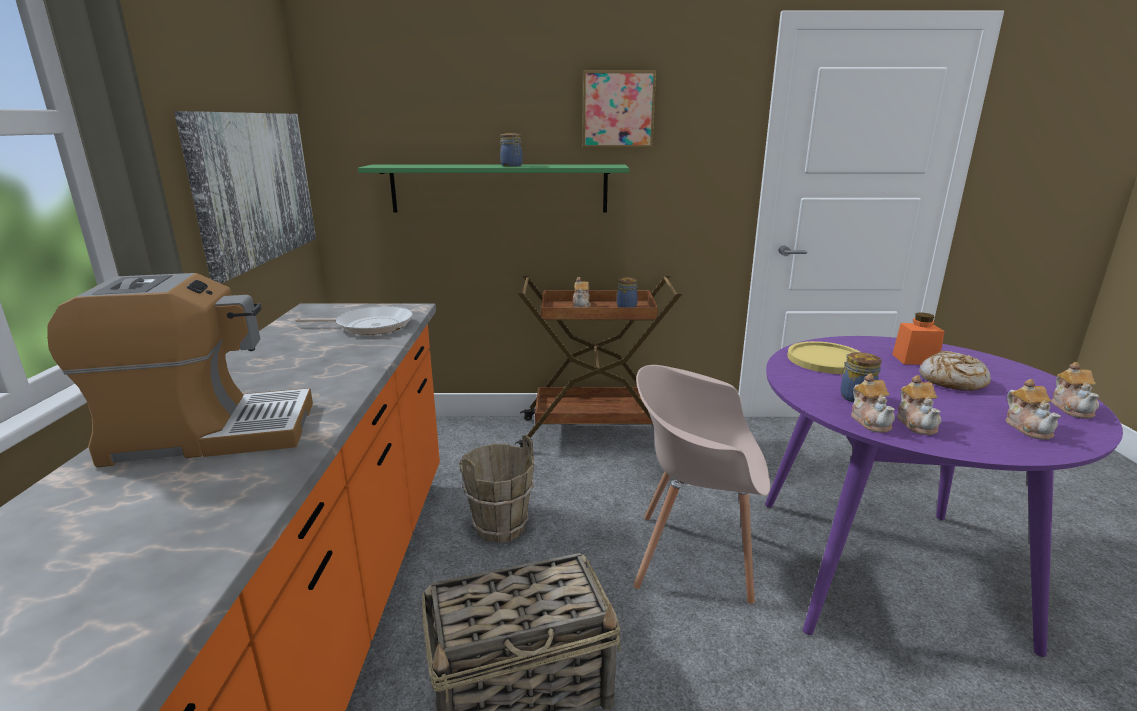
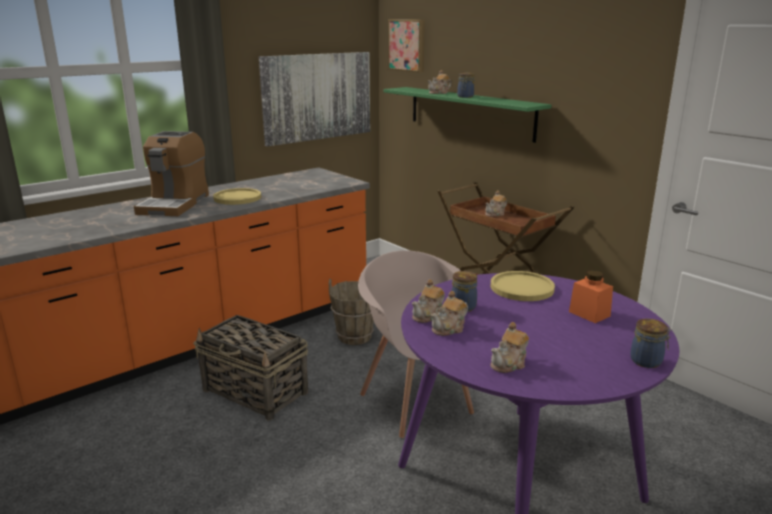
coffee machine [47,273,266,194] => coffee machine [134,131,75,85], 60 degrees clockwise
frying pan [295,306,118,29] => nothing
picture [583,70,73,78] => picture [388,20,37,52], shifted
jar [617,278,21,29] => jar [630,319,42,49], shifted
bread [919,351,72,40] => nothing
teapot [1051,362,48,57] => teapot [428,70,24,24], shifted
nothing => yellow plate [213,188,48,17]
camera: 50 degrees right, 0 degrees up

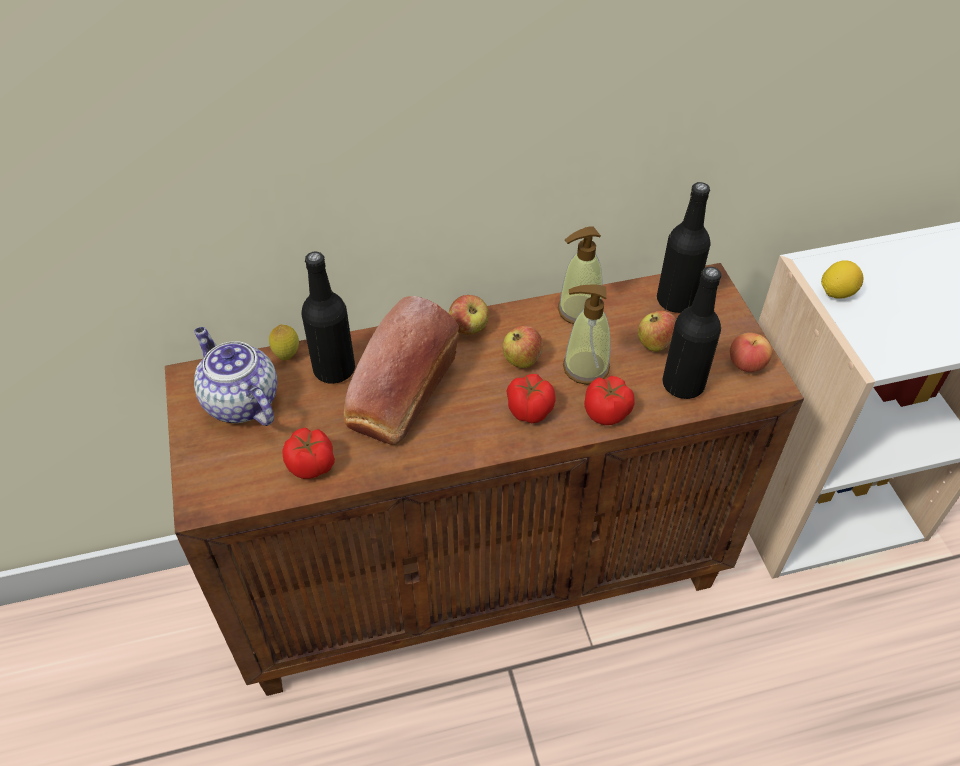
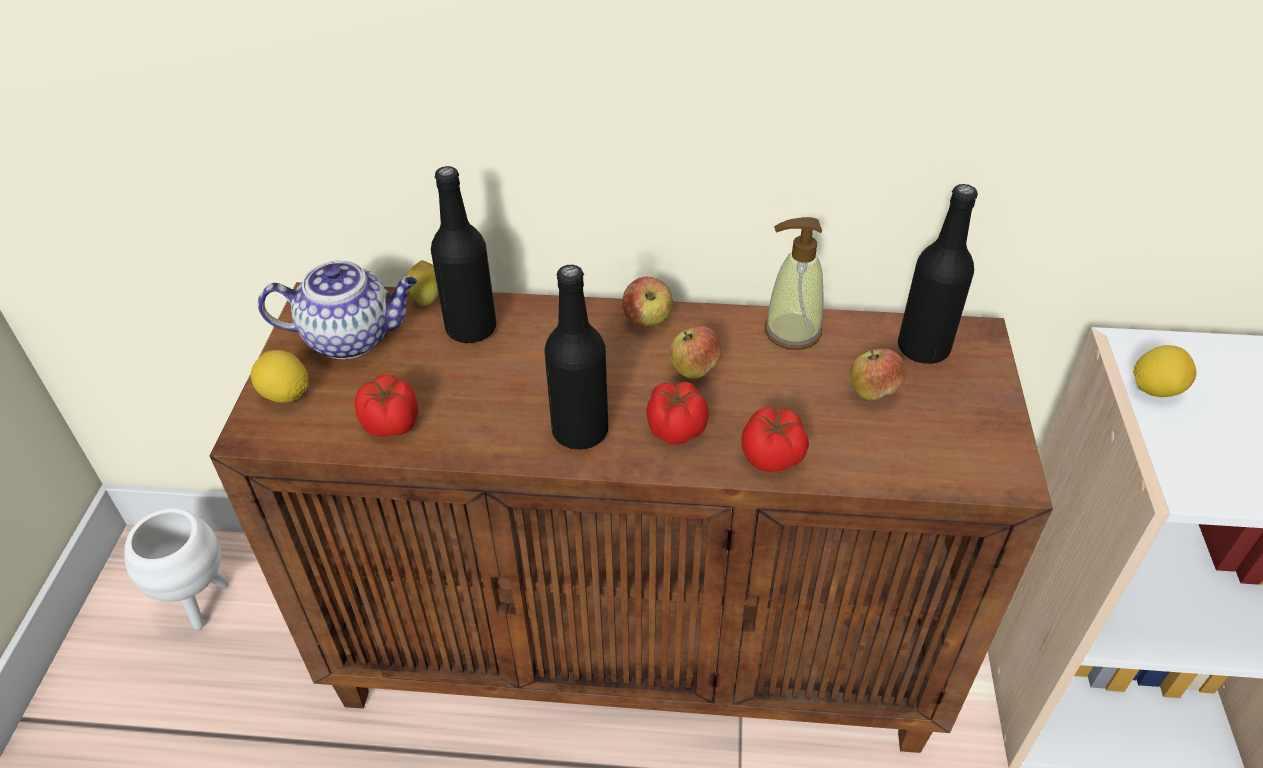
teapot [194,327,83,99] => teapot [258,261,159,98], 105 degrees clockwise
bread [344,296,115,149] => nothing
soap dispenser [563,284,48,101] => nothing
black bottle [662,267,59,132] => black bottle [544,265,64,184], shifted
apple [730,333,42,39] => nothing
nothing => white planter [124,508,105,122]
nothing => lemon [251,350,58,53]
camera: 20 degrees right, 5 degrees down

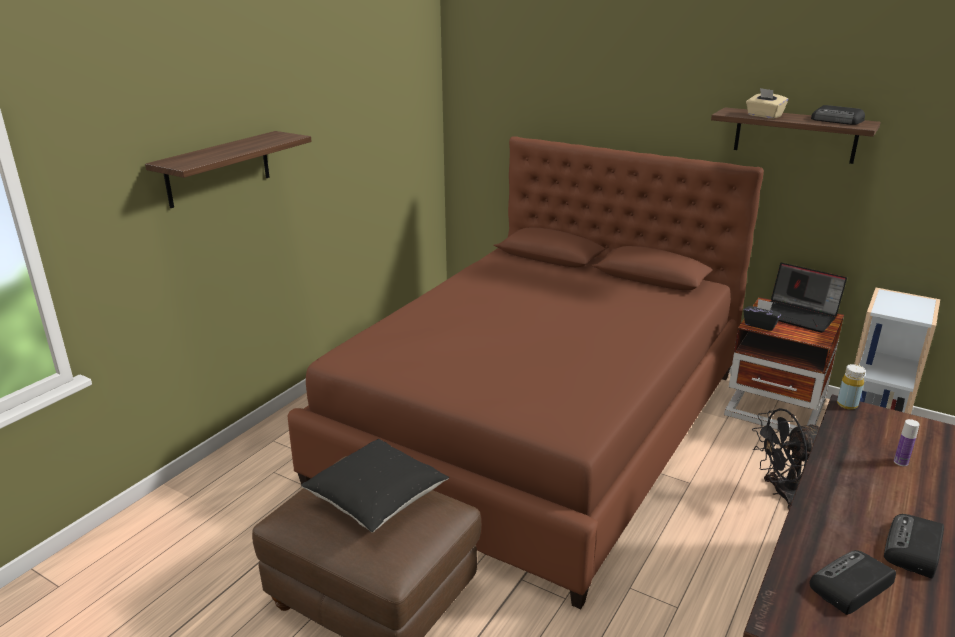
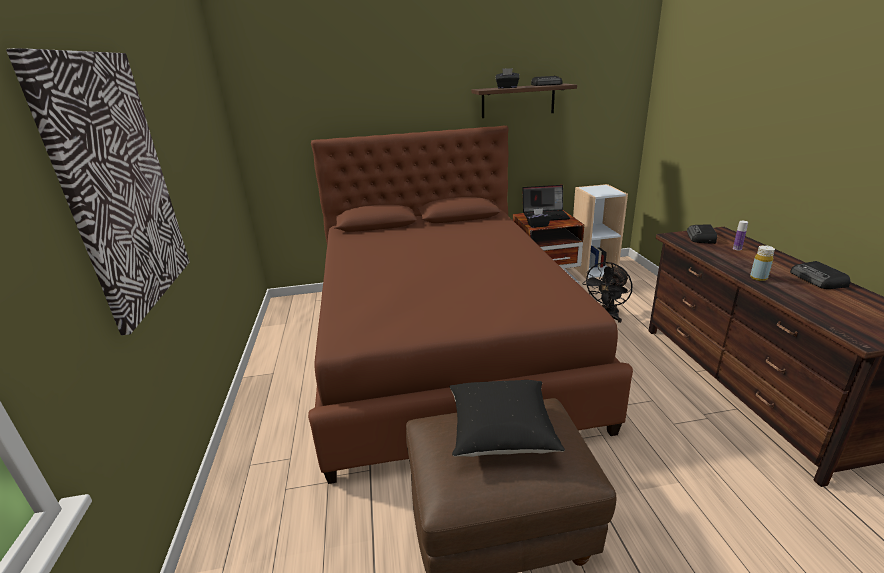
shelf [145,131,167,77] => picture [6,48,184,287]
beige tissue box [746,88,42,31] => black tissue box [496,68,23,21]
radio [809,550,87,65] => radio [687,224,30,20], shifted
yellow bottle [837,364,29,46] => yellow bottle [750,245,25,36], shifted
camera: 40 degrees left, 0 degrees up

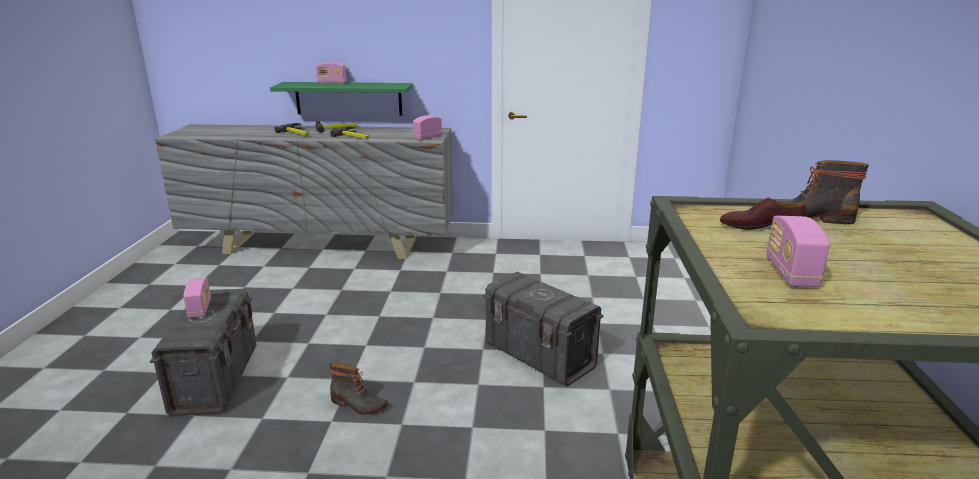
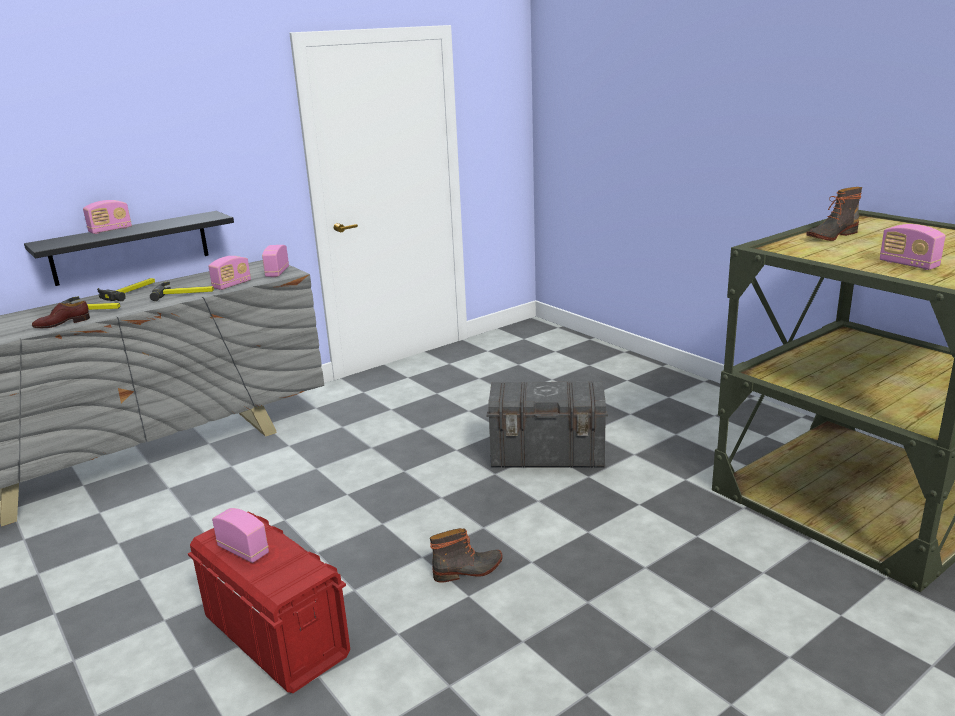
grey storage box [150,289,107,127] => red storage box [188,512,162,181]
green shelf [270,82,143,34] => black shelf [24,211,210,75]
brown shoe [720,197,85,33] => brown shoe [32,301,58,27], shifted
nothing => radio [208,256,43,34]
camera: 40 degrees left, 0 degrees up

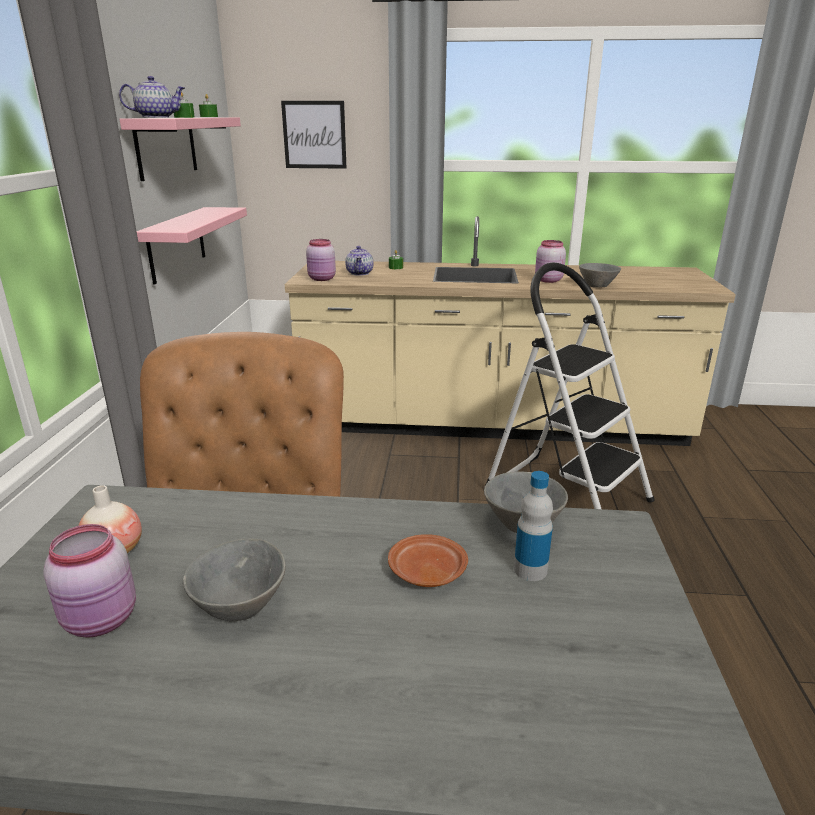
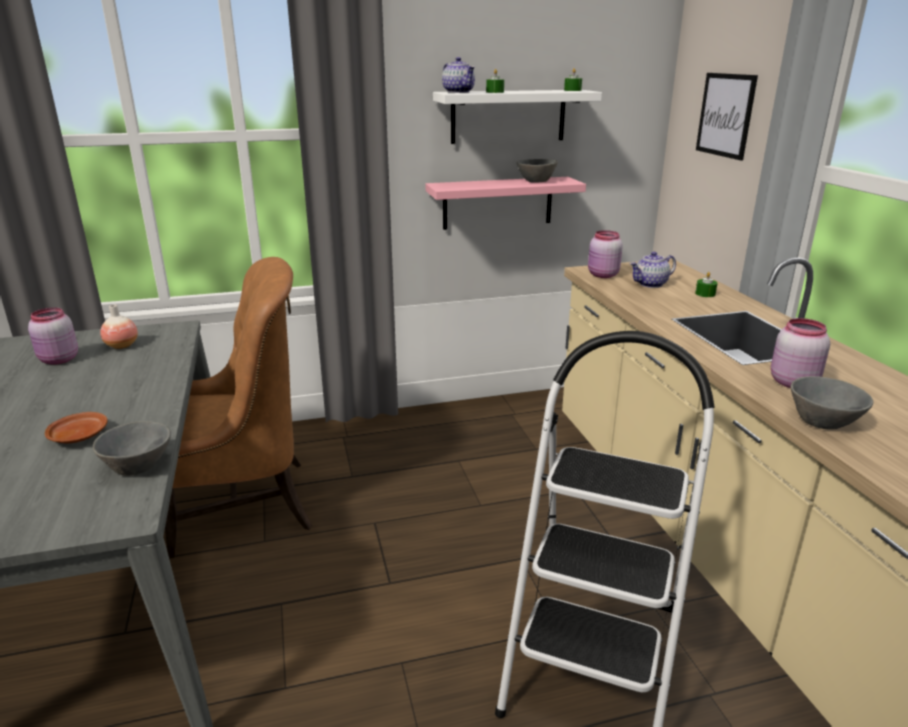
pink shelf [120,117,121,64] => white shelf [433,90,169,54]
grey bowl [183,538,103,83] => grey bowl [517,159,41,24], shifted
bottle [514,471,39,110] => nothing
camera: 70 degrees right, 0 degrees up

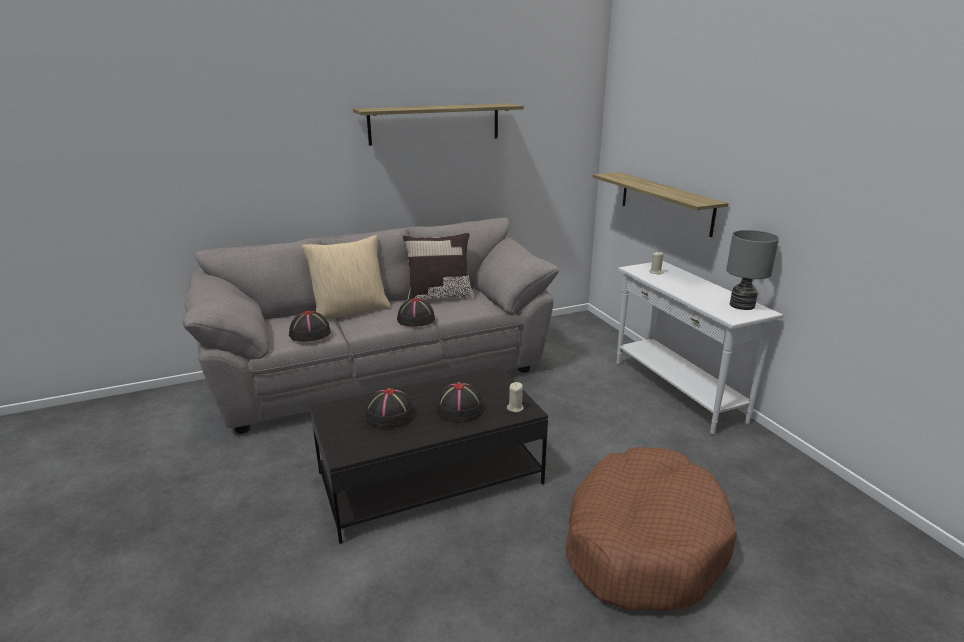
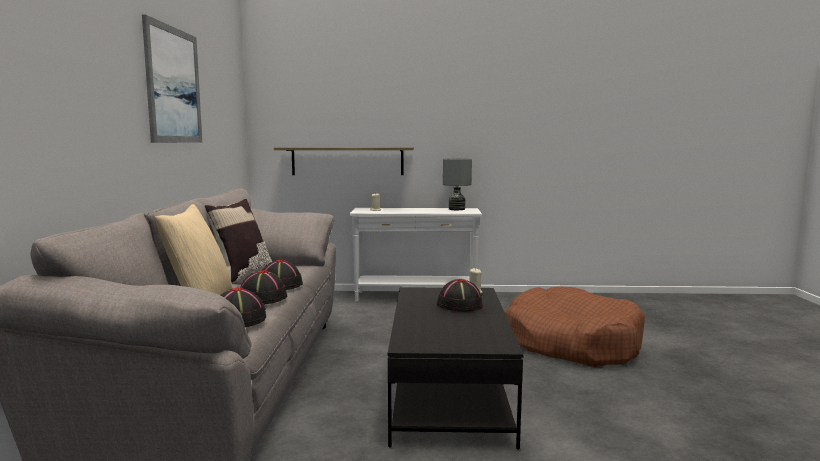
shelf [353,103,171,43] => picture [142,14,60,129]
black hat [365,388,50,40] => black hat [241,270,46,34], shifted
camera: 65 degrees left, 15 degrees down

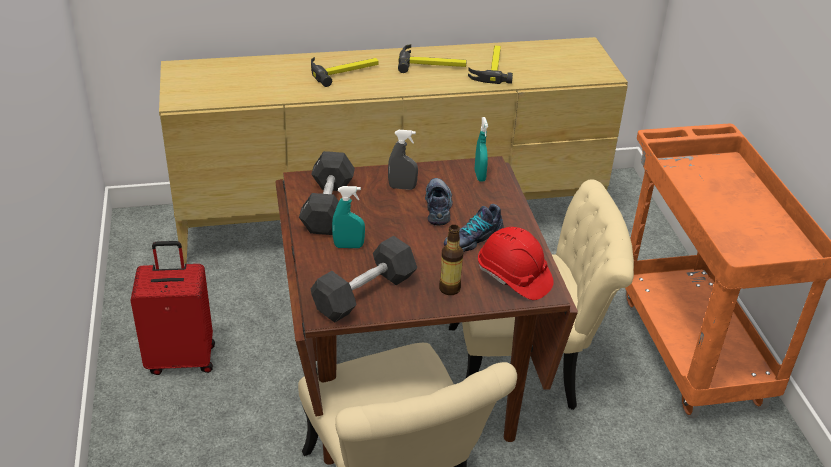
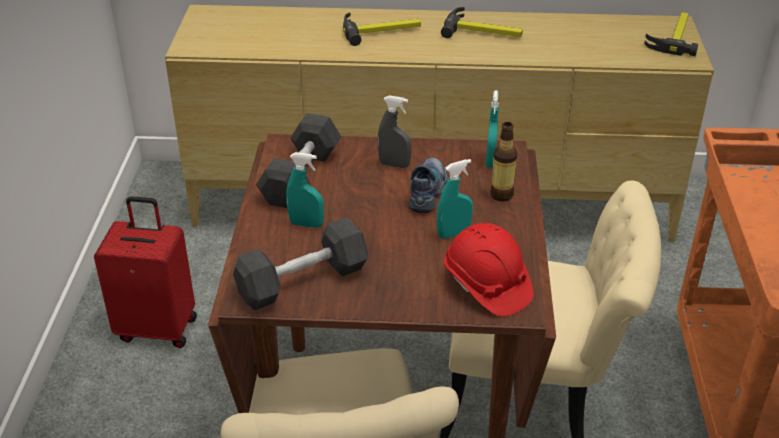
bottle [439,225,25,70] => bottle [490,122,27,80], shifted
shoe [444,204,60,48] => turquoise spray bottle [437,159,36,80]
hammer [468,46,45,38] => hammer [644,12,54,44], shifted
camera: 15 degrees right, 0 degrees up

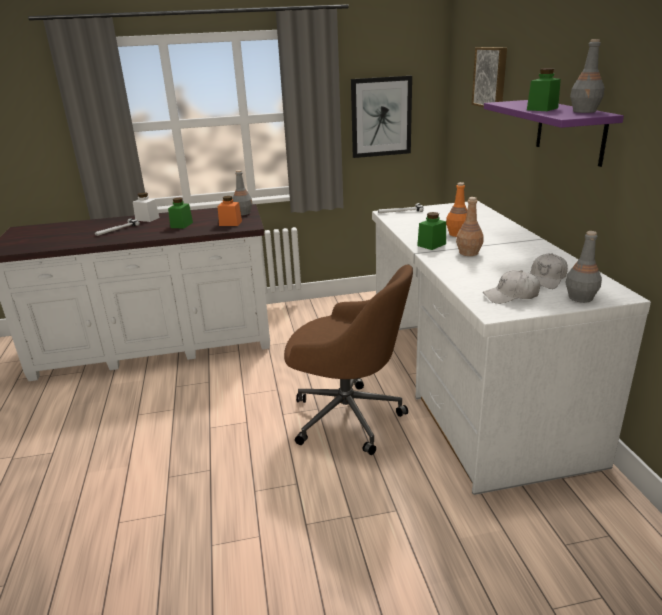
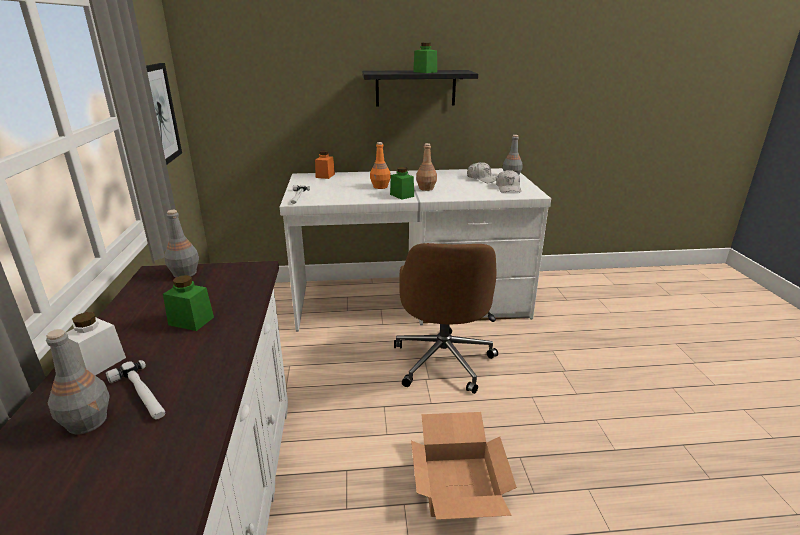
orange jar [217,196,25,30] => orange jar [315,151,20,28], shifted
brown office chair [284,265,129,190] => brown office chair [394,243,104,151], 150 degrees clockwise
picture [472,47,35,60] => nothing
purple shelf [484,100,140,67] => black shelf [363,70,115,37]
grey bottle [570,39,35,74] => grey bottle [46,329,64,105], shifted
nothing => cardboard box [411,412,106,108]
camera: 85 degrees left, 0 degrees up

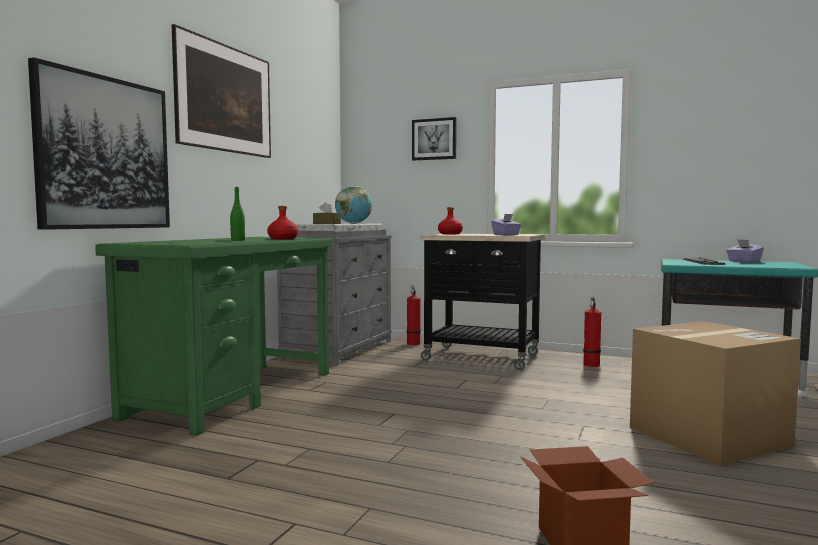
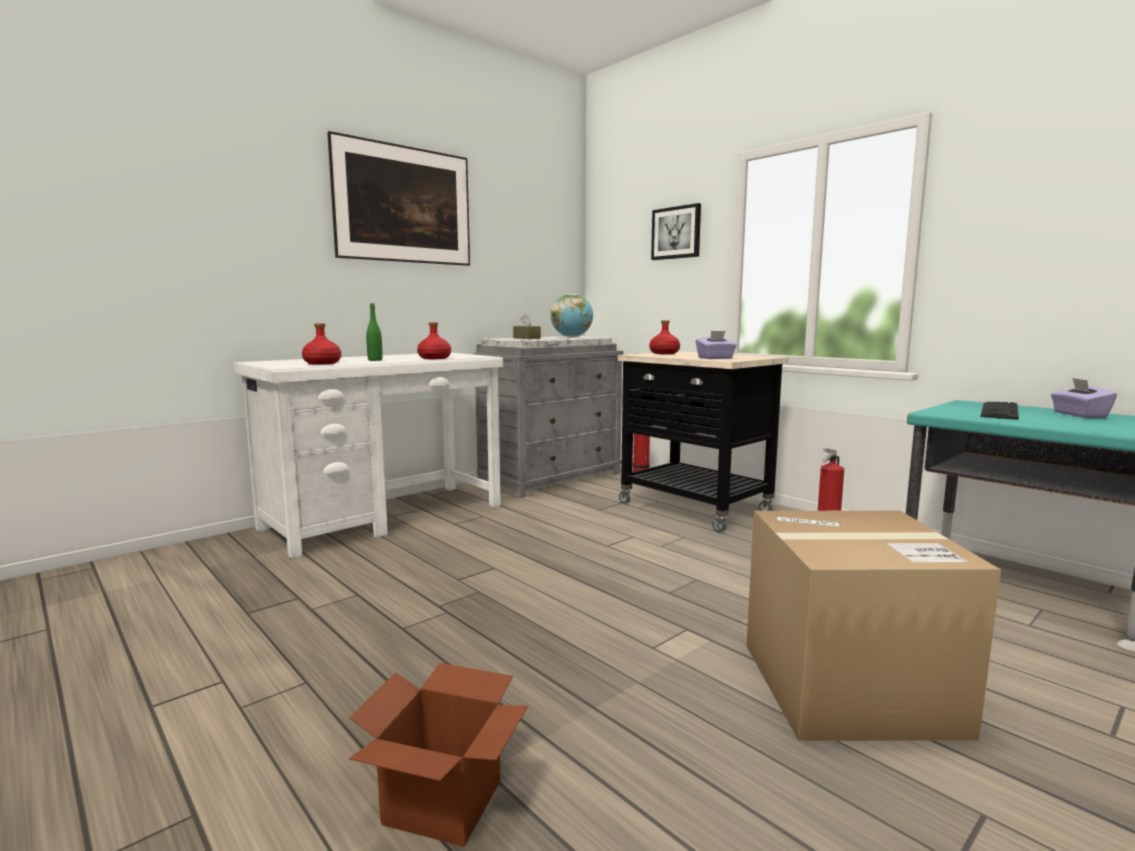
picture [28,57,142,173] => nothing
green desk [95,237,237,198] => white desk [233,353,270,206]
nothing => red bottle [302,323,39,41]
camera: 25 degrees right, 5 degrees up

